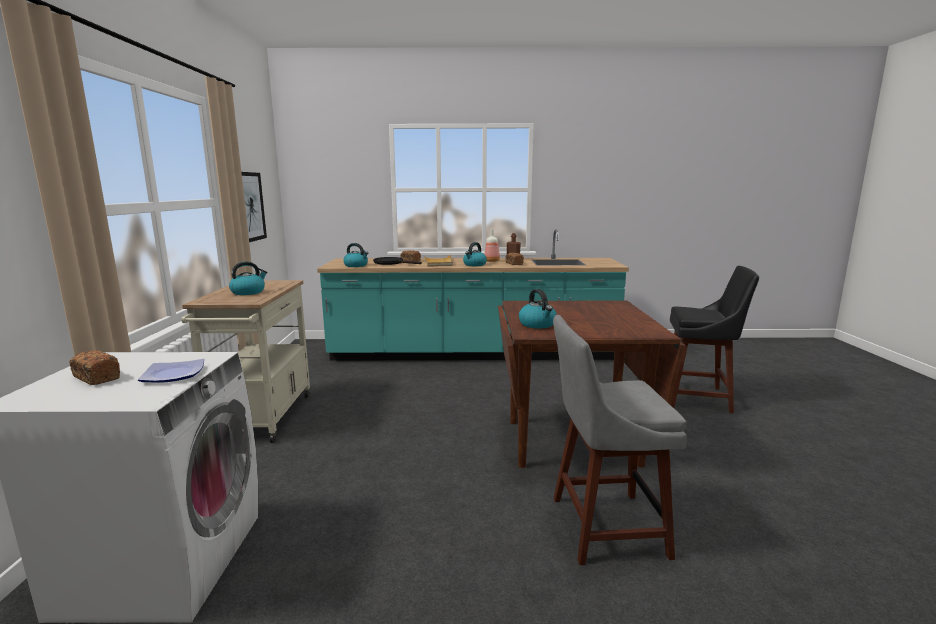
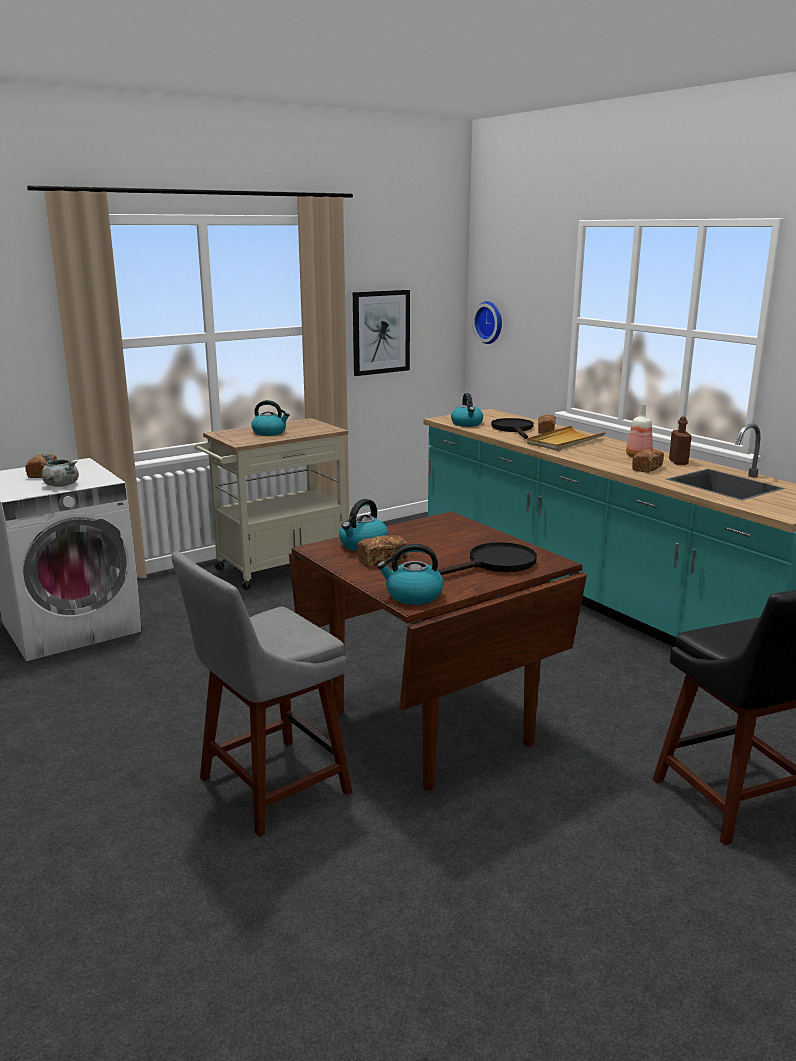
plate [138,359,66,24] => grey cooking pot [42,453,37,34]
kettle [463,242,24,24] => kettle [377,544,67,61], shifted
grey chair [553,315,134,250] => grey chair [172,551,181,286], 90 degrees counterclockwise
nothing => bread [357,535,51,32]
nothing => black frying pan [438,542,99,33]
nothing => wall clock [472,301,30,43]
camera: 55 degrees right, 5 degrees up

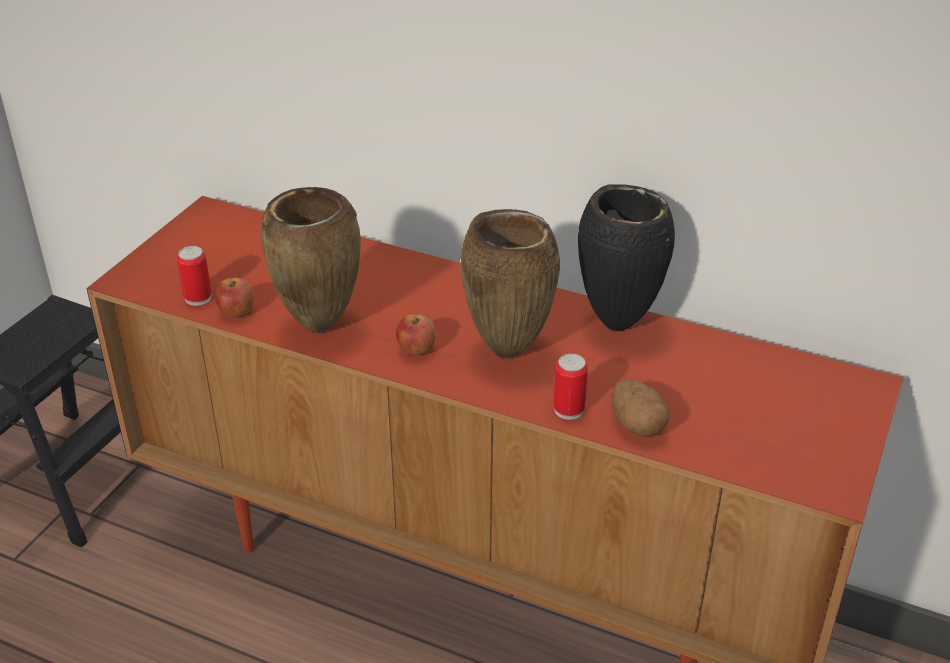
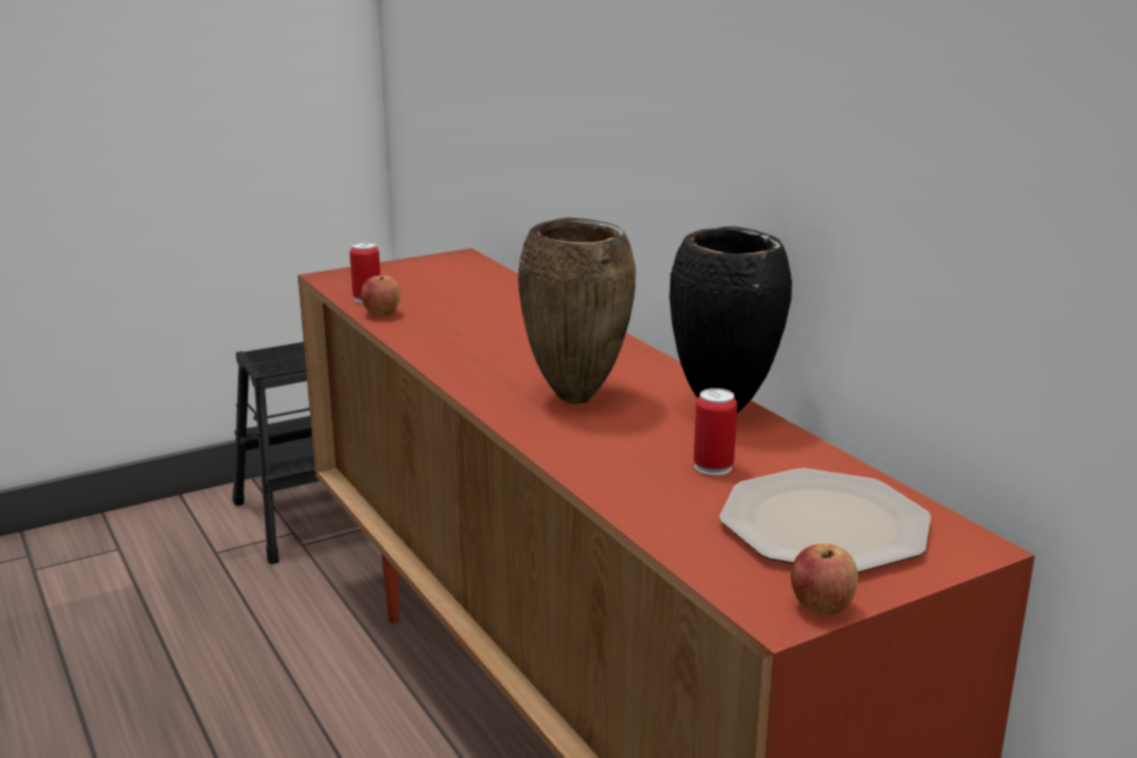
brown vase [261,187,100,146] => nothing
apple [396,314,40,41] => apple [791,544,67,70], shifted
can [554,354,34,66] => can [694,388,43,88], shifted
potato [612,379,58,57] => nothing
nothing => plate [719,468,212,105]
camera: 35 degrees right, 15 degrees down

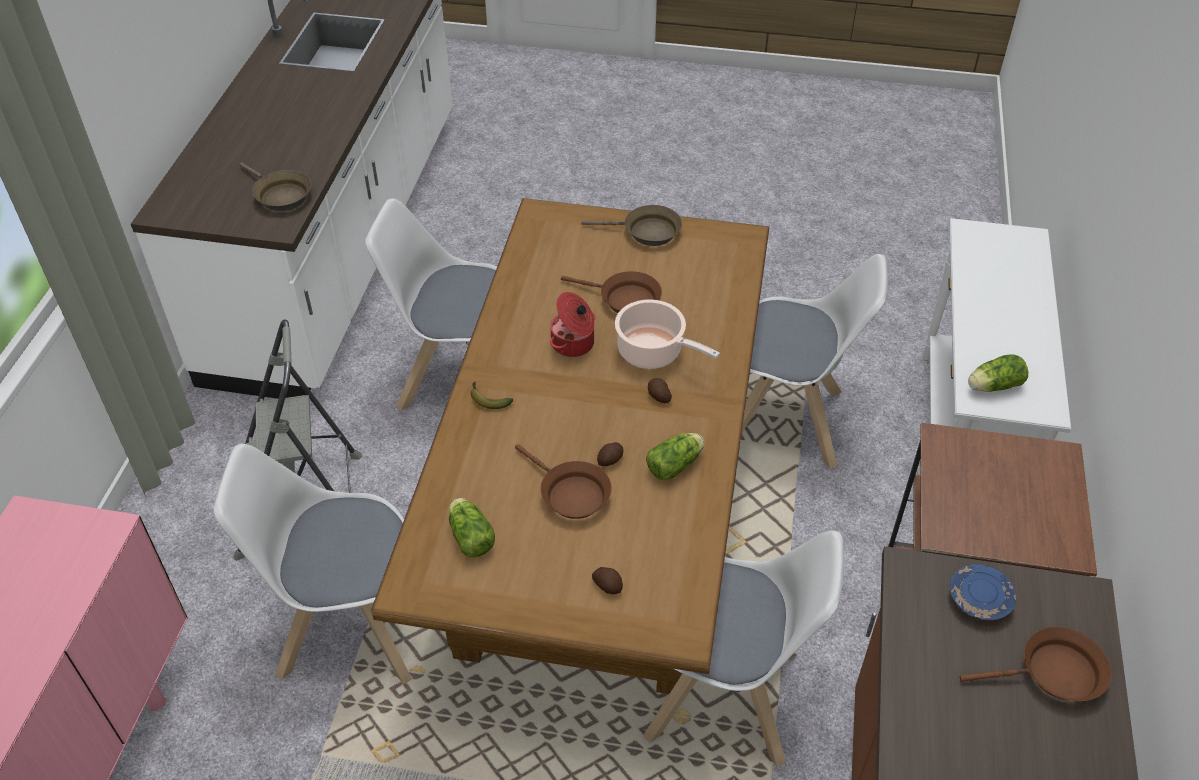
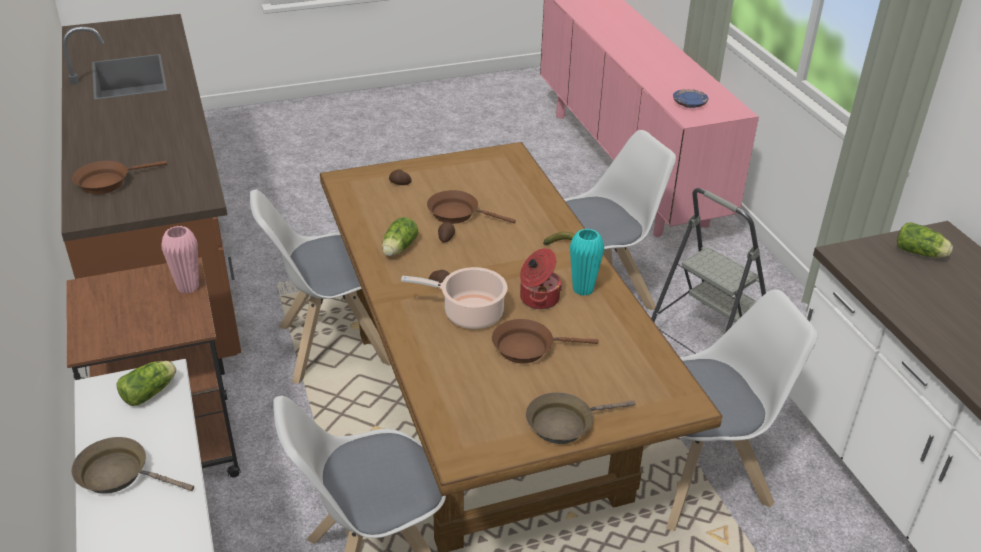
brown frying pan [239,162,72,49] => brown frying pan [71,437,123,57], shifted
lettuce [449,498,46,60] => lettuce [897,222,56,35], shifted
blue plate [950,564,66,57] => blue plate [673,89,36,19], shifted
nothing => pink vase [161,226,38,68]
nothing => turquoise vase [570,229,34,67]
camera: 150 degrees right, 10 degrees down

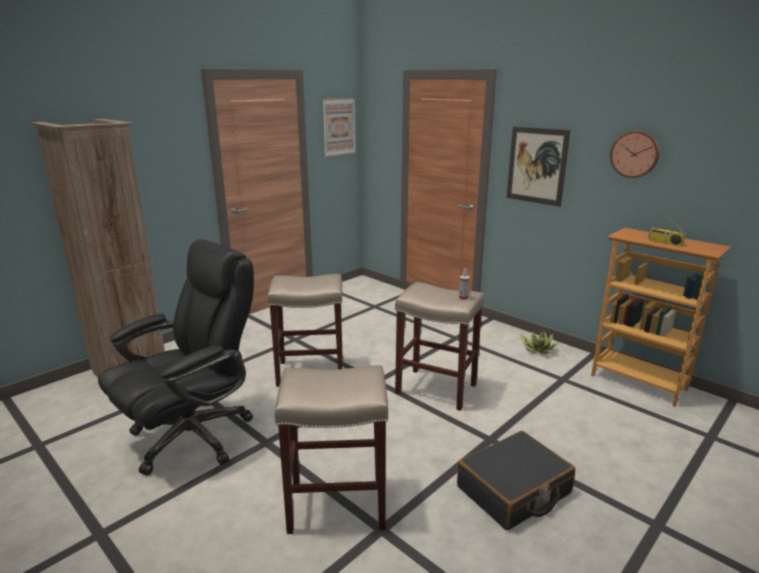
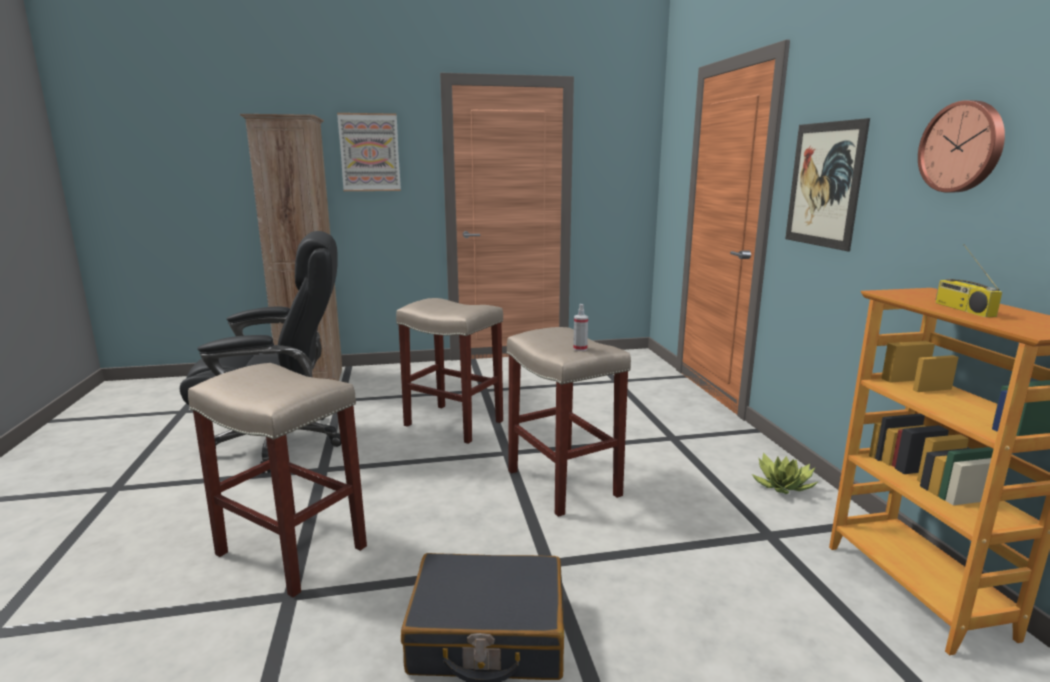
picture [322,98,34,59] => picture [337,113,64,78], shifted
camera: 35 degrees right, 5 degrees down

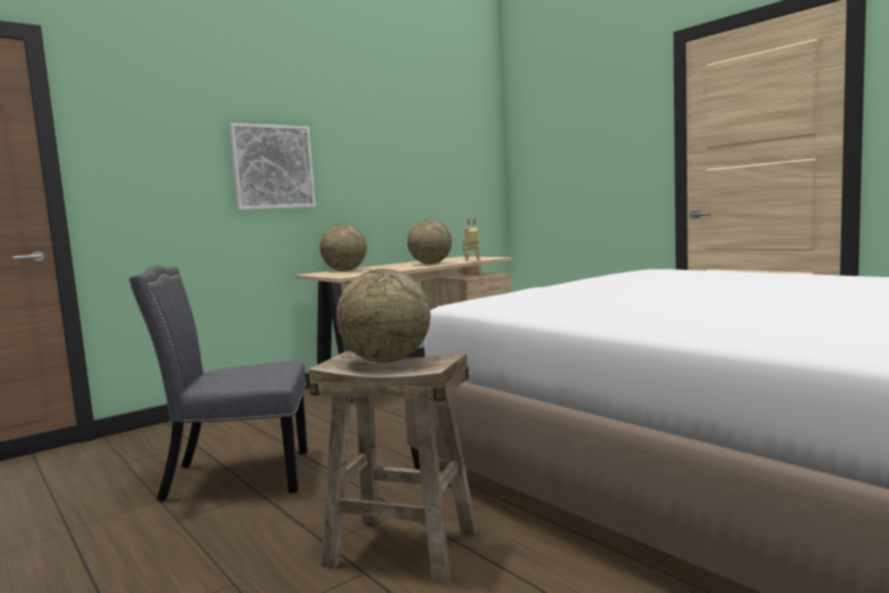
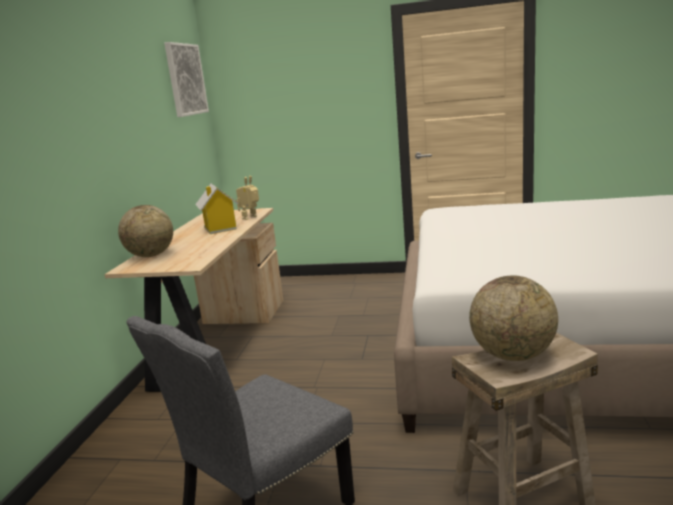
picture [229,123,87,87] => picture [164,42,45,75], shifted
globe [407,219,45,45] => toy house [195,184,44,50]
camera: 40 degrees left, 10 degrees up

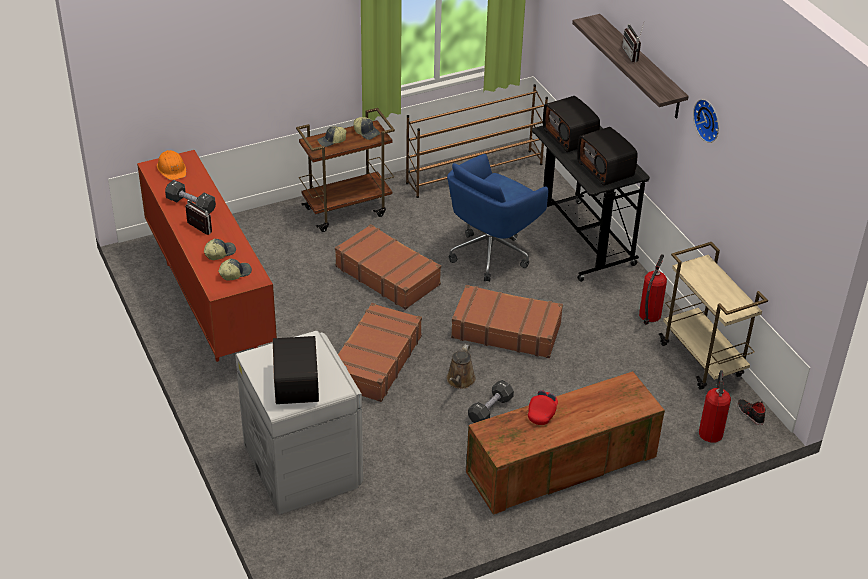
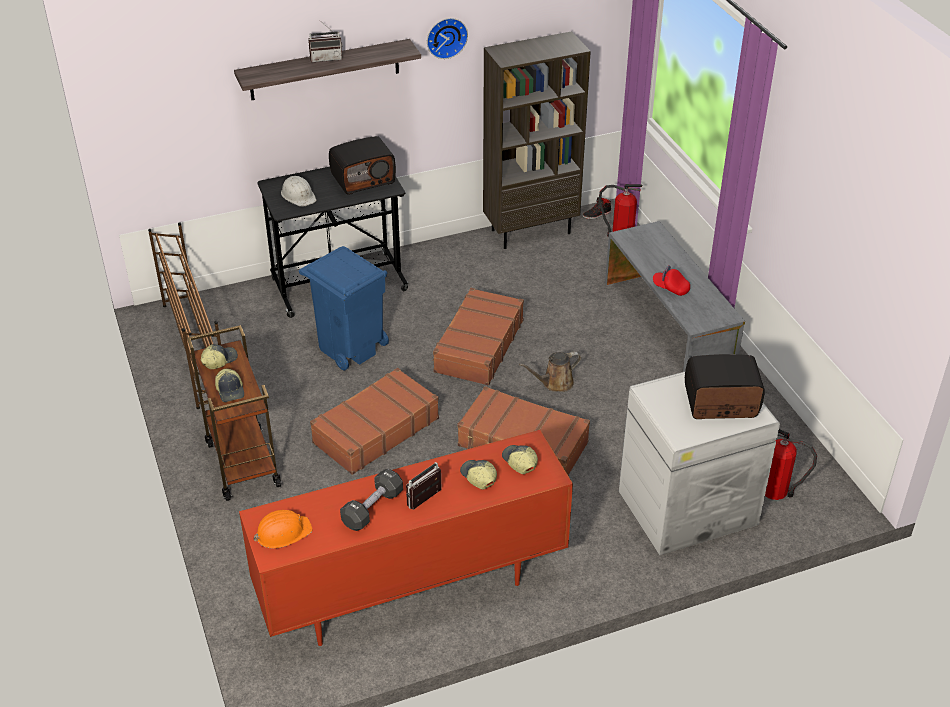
brown watering can [446,344,30,45] => brown watering can [519,352,62,40], 135 degrees clockwise
blue office chair [447,154,101,128] => blue trash can [299,246,90,124]
brown bench [466,371,199,144] => grey bench [605,221,140,151]
black dumbbell [468,380,46,43] => nothing
radio [543,96,57,56] => white hard hat [281,176,35,31]
fire extinguisher [639,254,28,70] => fire extinguisher [765,429,52,71], shifted
beige cart [659,242,109,148] => brown bookcase [483,31,108,218]
camera: 85 degrees left, 0 degrees up

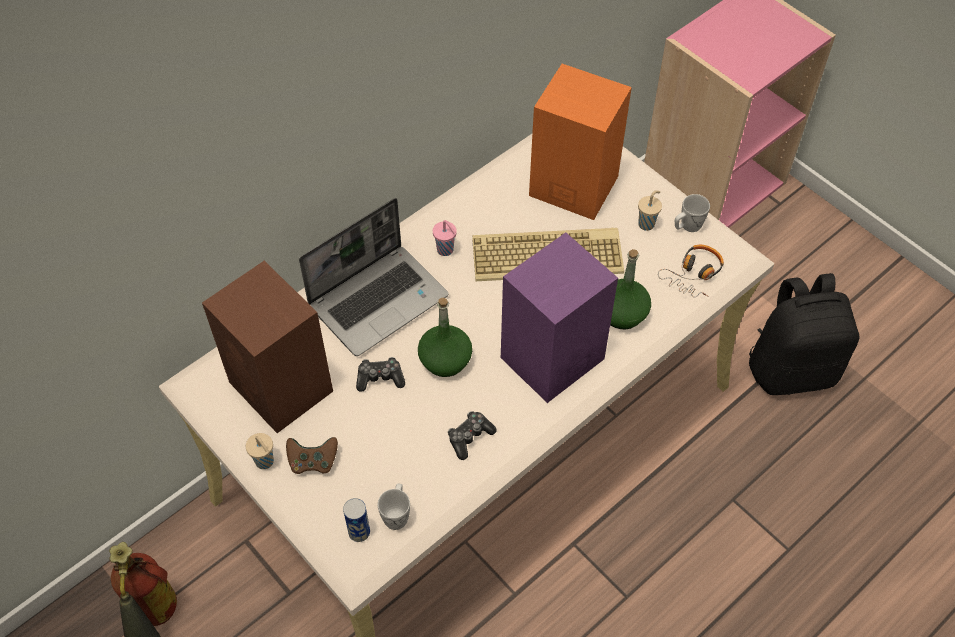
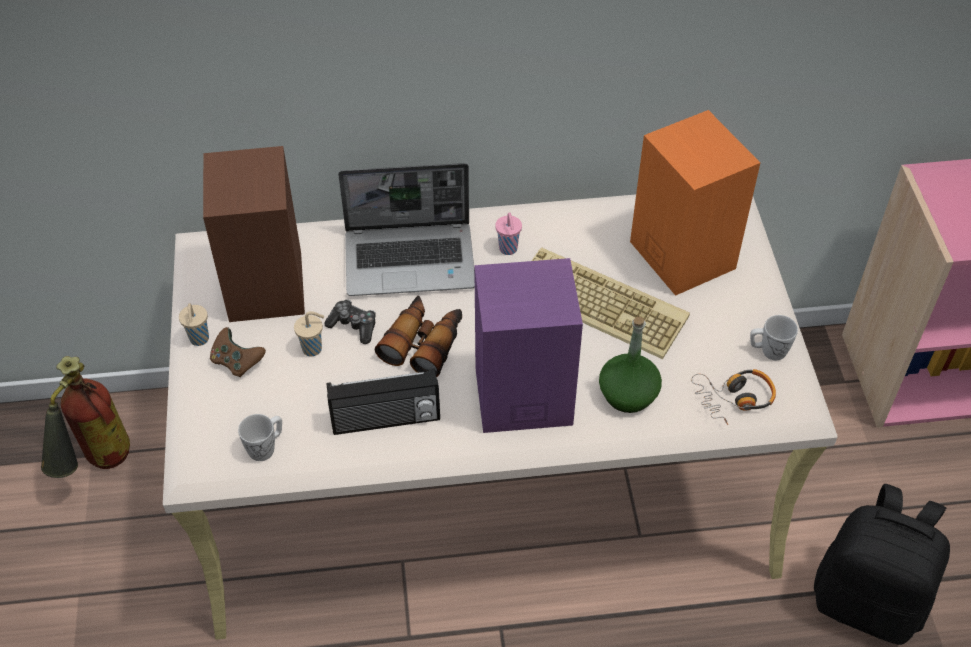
can [343,498,27,44] => nothing
green bottle [418,298,54,79] => binoculars [375,296,87,81]
game controller [448,411,49,49] => radio [327,368,113,67]
beige cup [638,191,24,40] => beige cup [294,311,30,46], shifted
camera: 35 degrees right, 5 degrees down

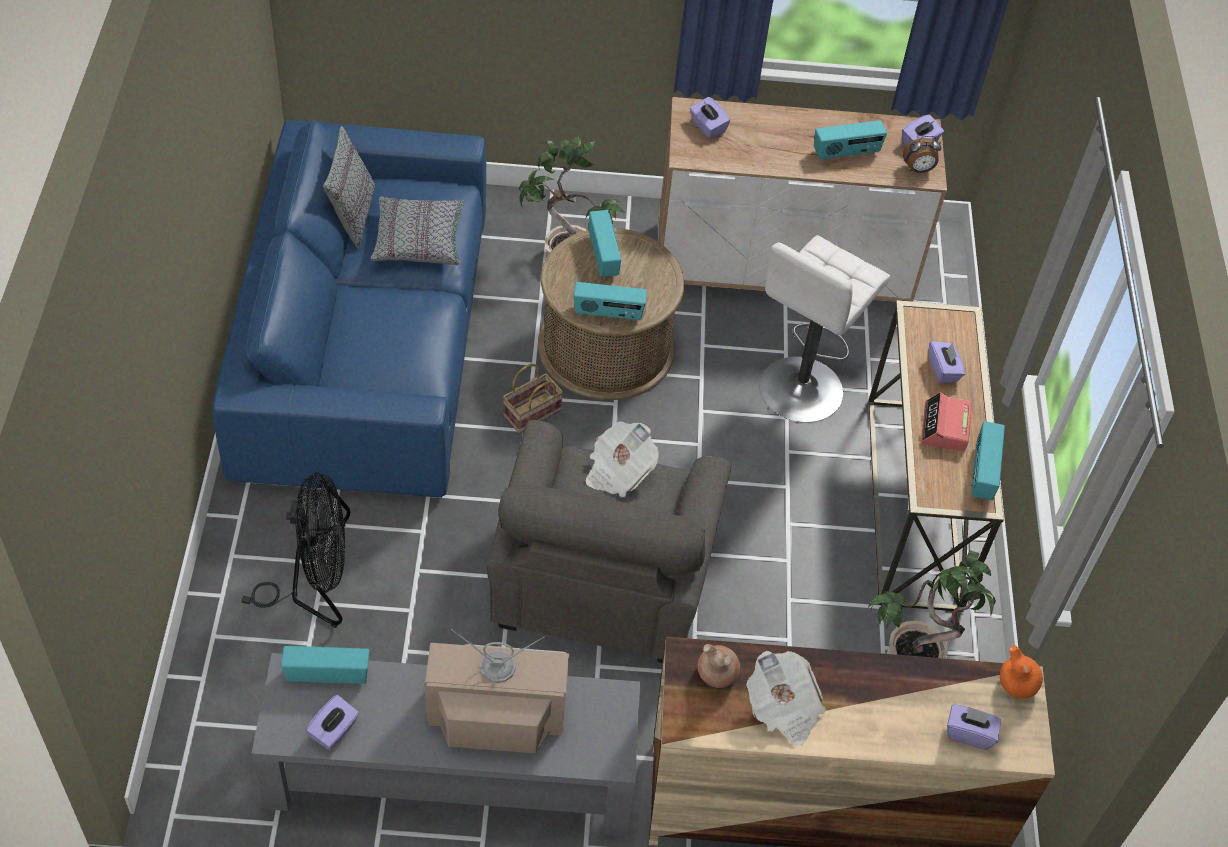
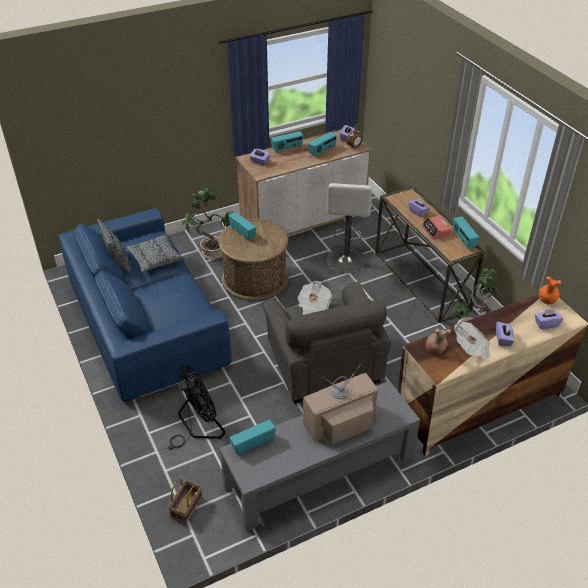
purple tissue box [306,695,53,55] => purple tissue box [496,322,19,24], shifted
basket [503,364,60,70] => basket [168,478,34,46], shifted
radio [573,282,74,39] => radio [271,131,32,21], shifted
camera: 25 degrees left, 10 degrees down

